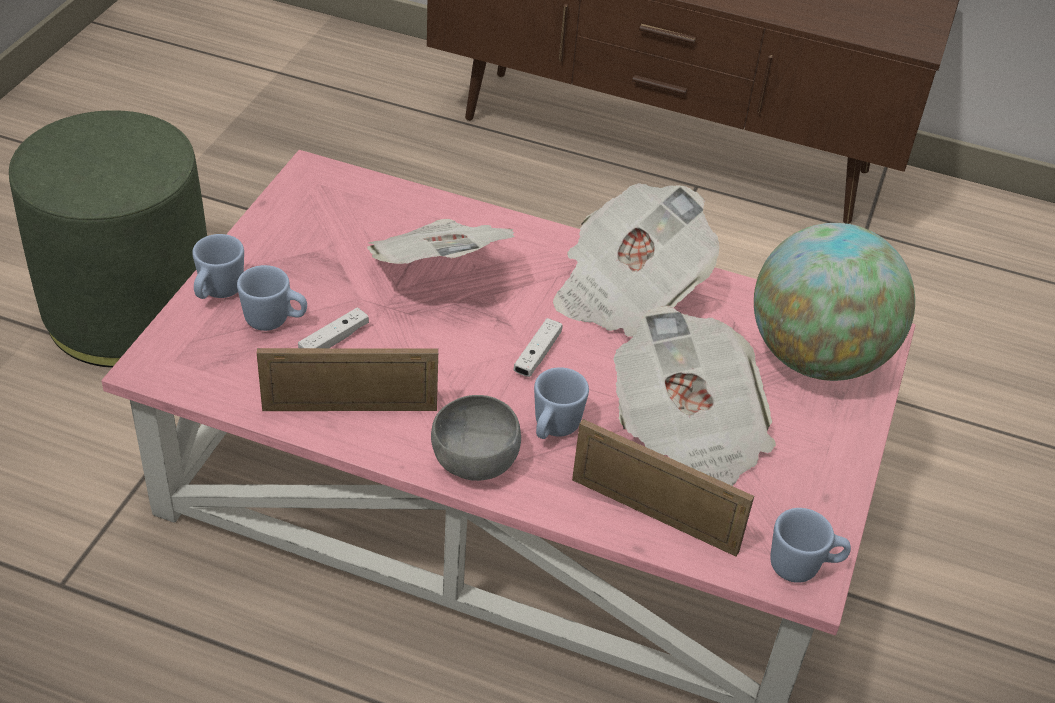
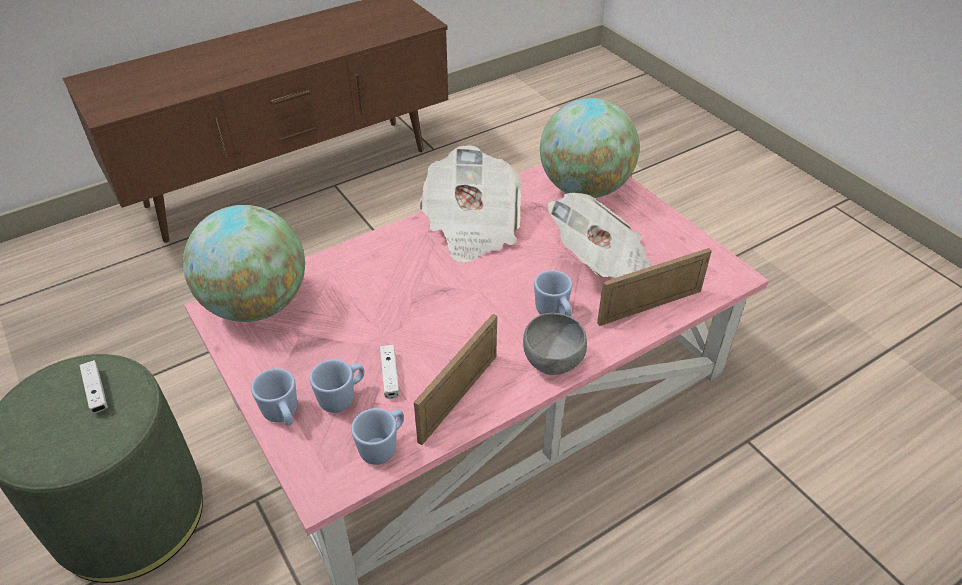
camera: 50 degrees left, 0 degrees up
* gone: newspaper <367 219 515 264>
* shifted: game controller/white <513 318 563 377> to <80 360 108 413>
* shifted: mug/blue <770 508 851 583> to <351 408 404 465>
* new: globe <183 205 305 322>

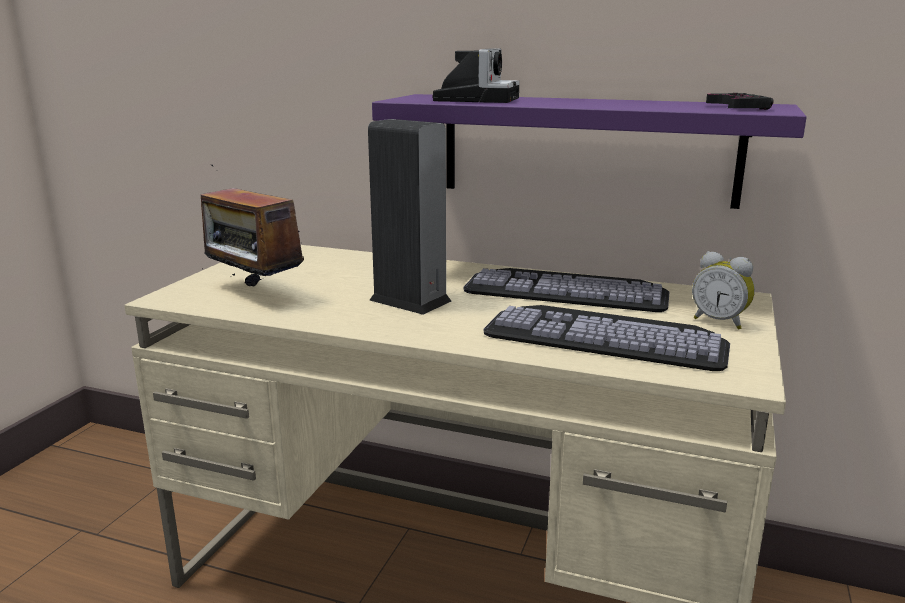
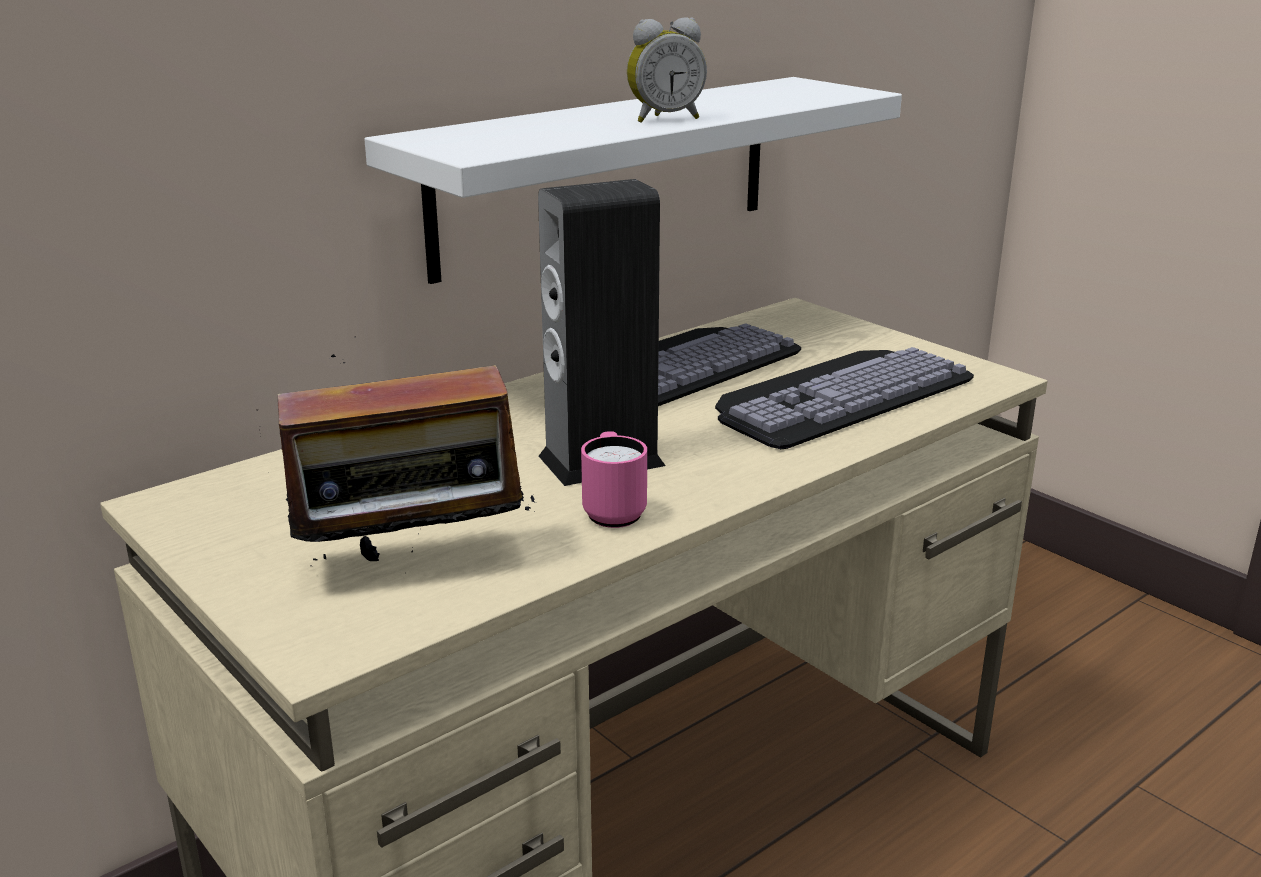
camera: 60 degrees left, 5 degrees up
* gone: photo camera <432 48 520 103>
* gone: game controller/black <706 93 774 110>
* repainted: shelf/purple <372 94 807 209> to shelf/white <364 77 902 284>
* shifted: alarm clock <692 251 755 330> to <627 18 707 123>
* new: mug/pink <581 431 647 528>

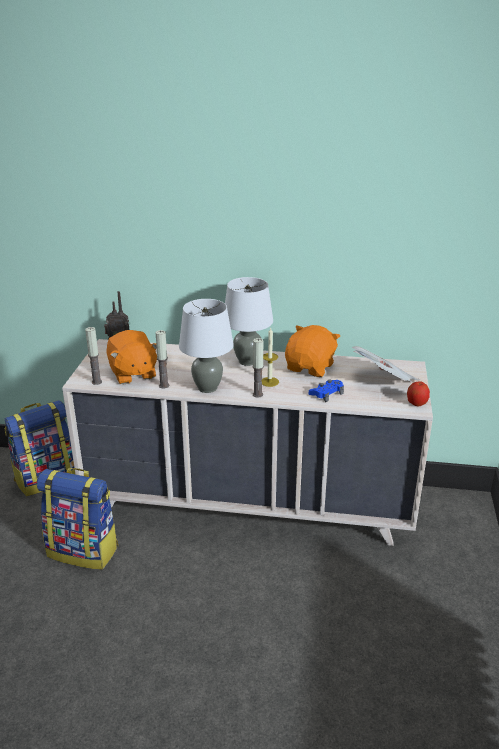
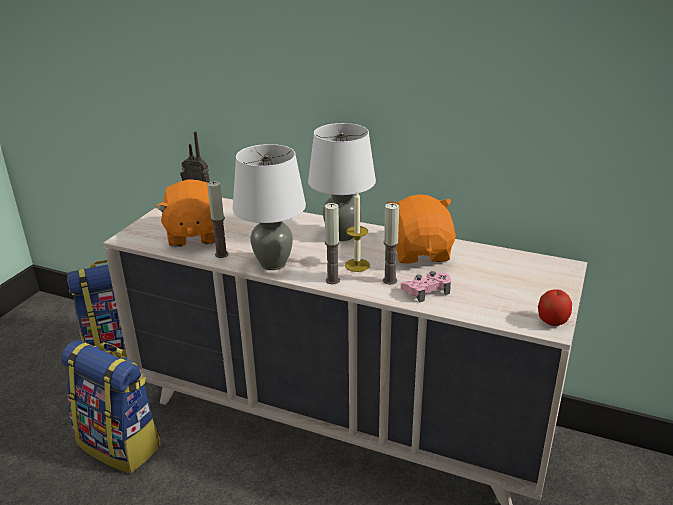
camera: 15 degrees right, 0 degrees up
* rotated: plush toy/orange <285 325 340 377> = <387 194 456 264> 45 degrees counterclockwise
* shifted: candle <85 327 102 385> to <383 203 399 285>
* gone: newspaper <352 346 420 382>
* repainted: game controller/blue <309 379 344 402> to game controller/pink <401 271 451 303>

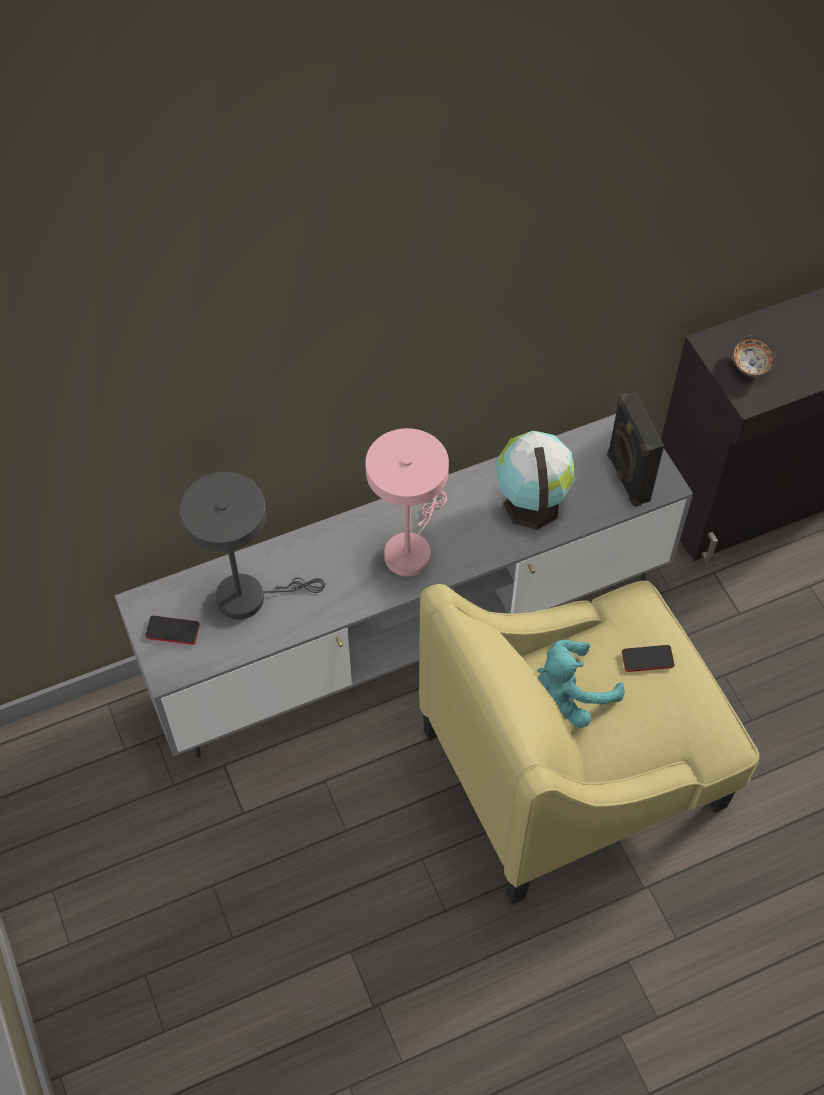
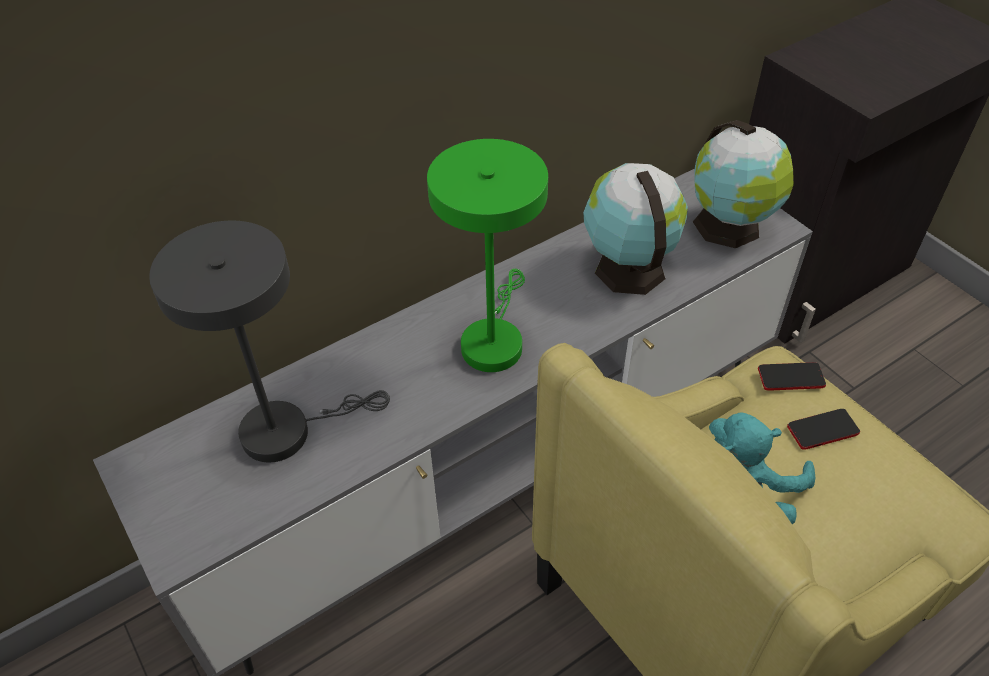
camera: 10 degrees left, 10 degrees down
* gone: bowl <732 336 776 377>
* swapped: speaker/black <607 392 664 507> to globe <693 120 794 248>
* repainted: table lamp/pink <365 428 449 577> to table lamp/green <427 139 548 372>
* shifted: phone <145 616 200 645> to <758 362 826 391>

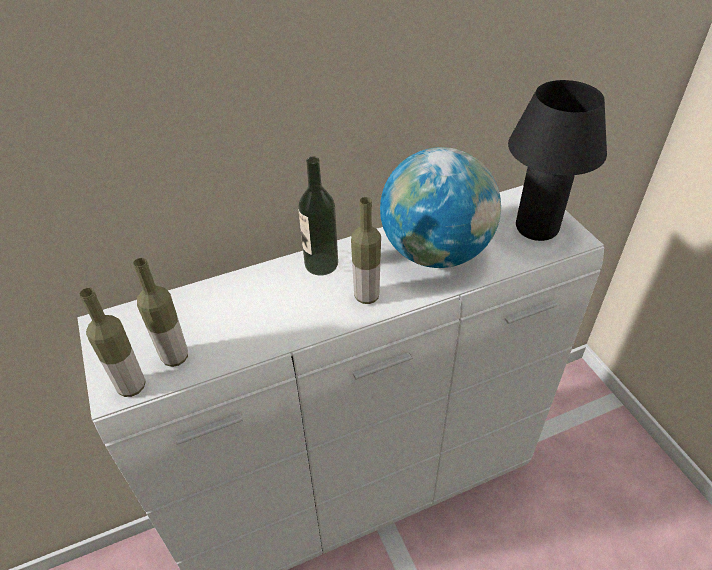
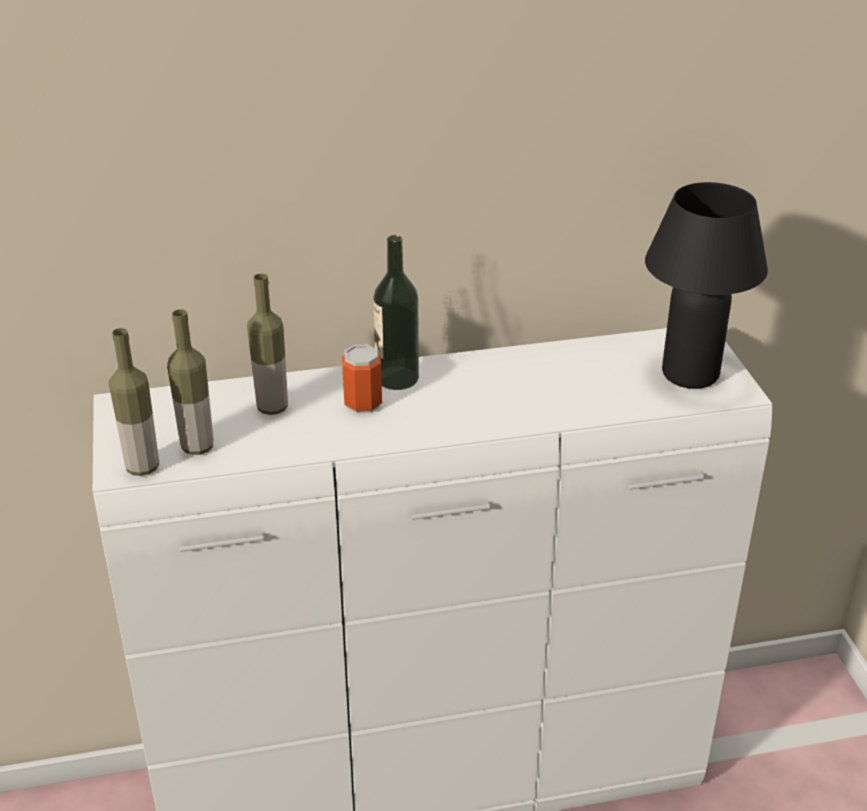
camera: 10 degrees right, 10 degrees down
* gone: globe <380 147 501 268>
* shifted: bottle <351 197 381 304> to <247 273 288 415>
* new: can <342 344 382 413>

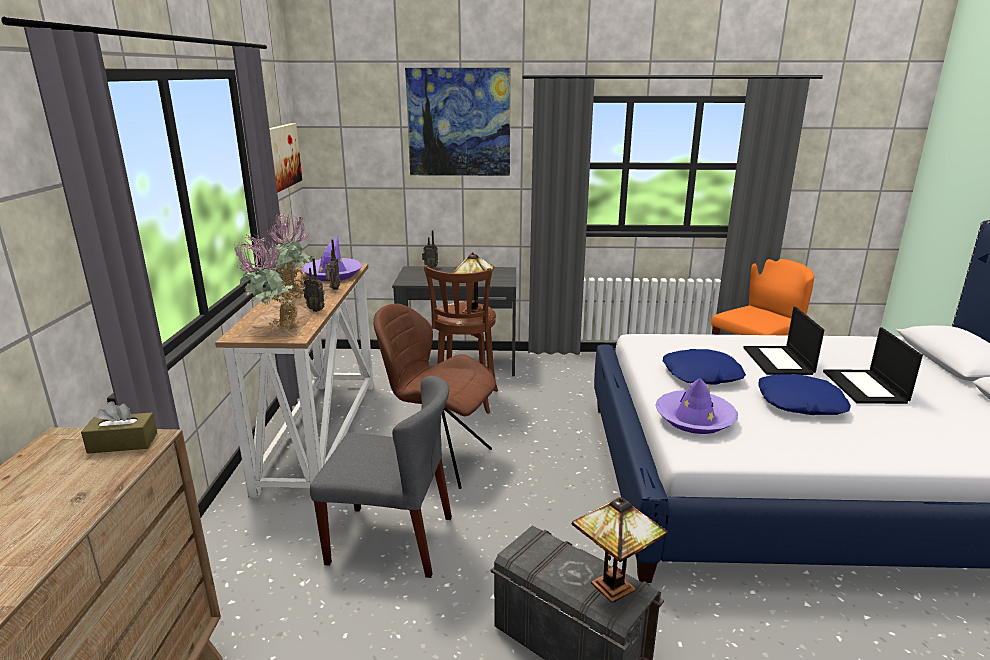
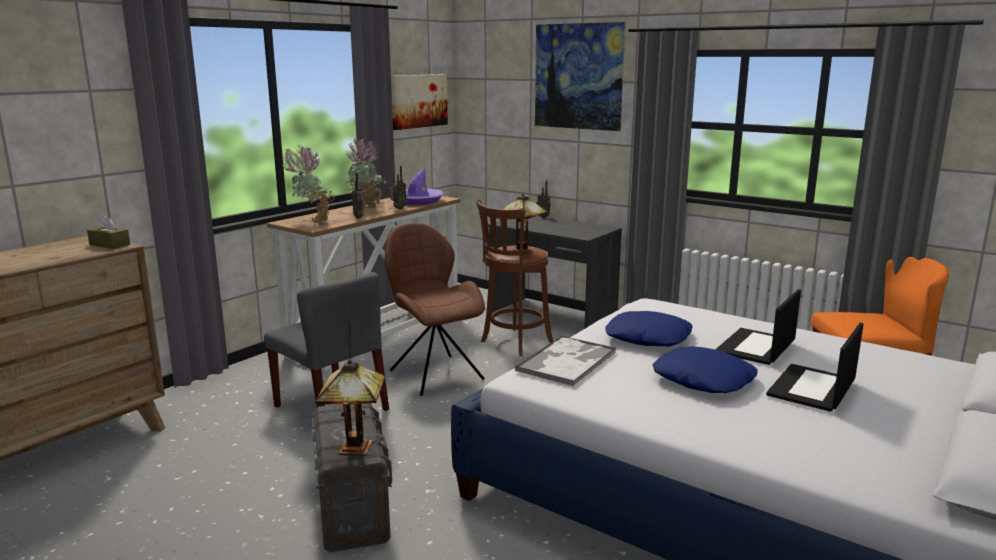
camera: 35 degrees right, 5 degrees down
* swapped: hat/purple <655 378 738 434> to tray <514 336 617 386>

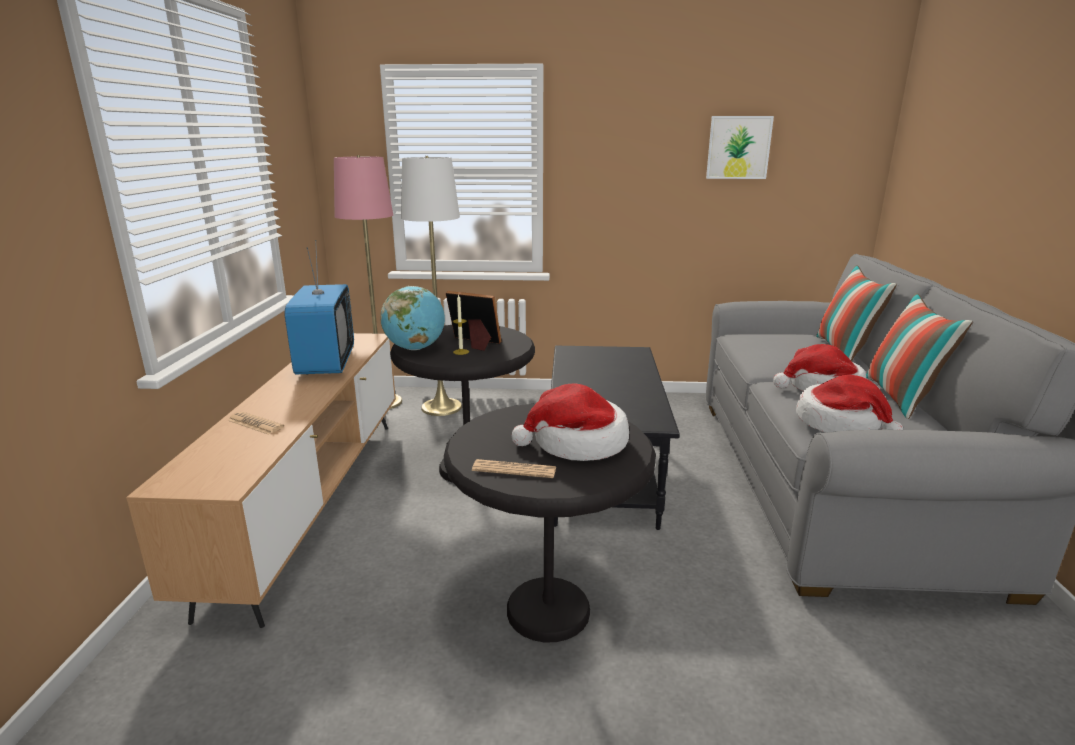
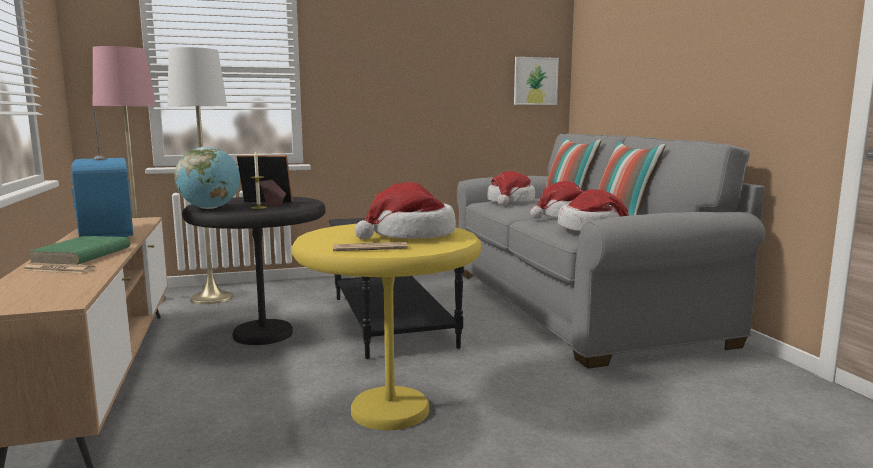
camera: 20 degrees left, 10 degrees down
* shifted: picture <706 116 774 179> to <514 57 559 105>
* repainted: side table/black <444 403 656 642> to side table/yellow <292 224 482 430>
* new: hat <488 171 535 206>
* new: book/green <28 236 130 265>

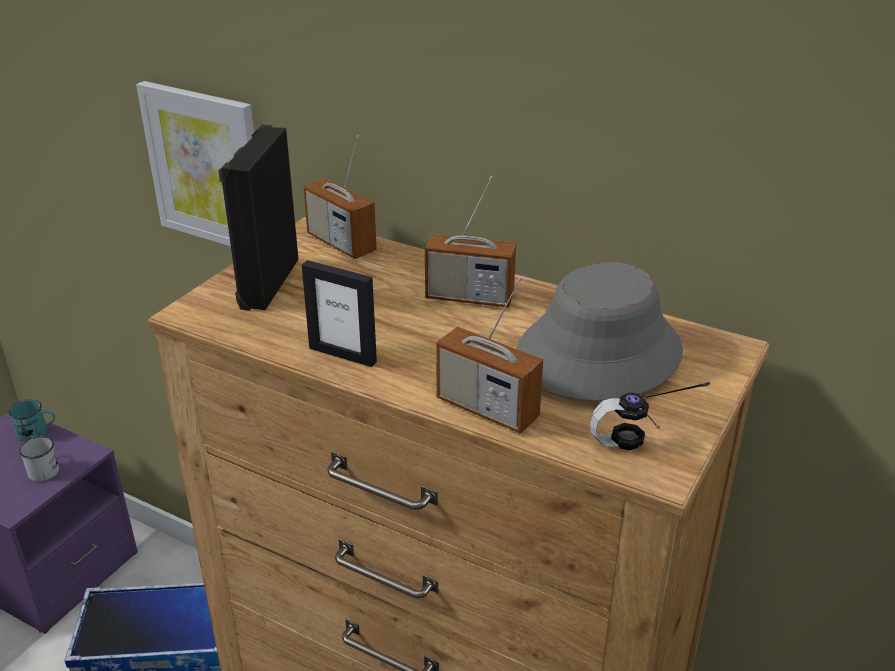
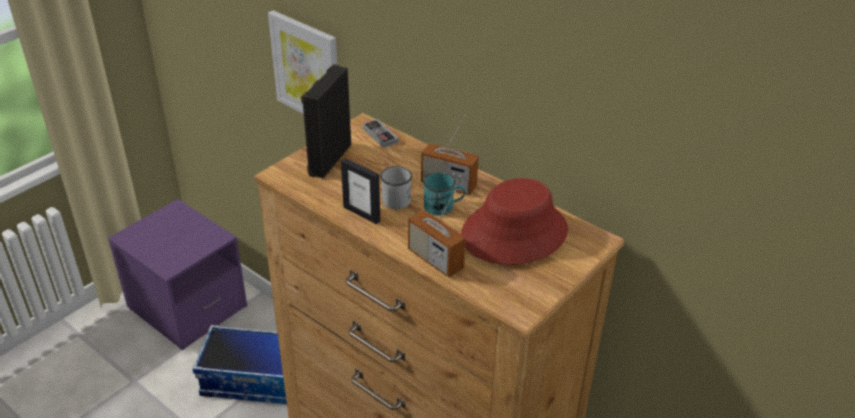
camera: 10 degrees right, 5 degrees up
* swapped: radio <303 135 377 259> to game controller <363 119 399 148>
* repainted: hat/grey <516 262 683 401> to hat/red <461 178 568 265>
* gone: headphones <590 382 710 450>
* shifted: mug/turquoise <8 399 55 441> to <423 172 466 215>
* shifted: mug/white <19 437 59 482> to <380 166 412 209>

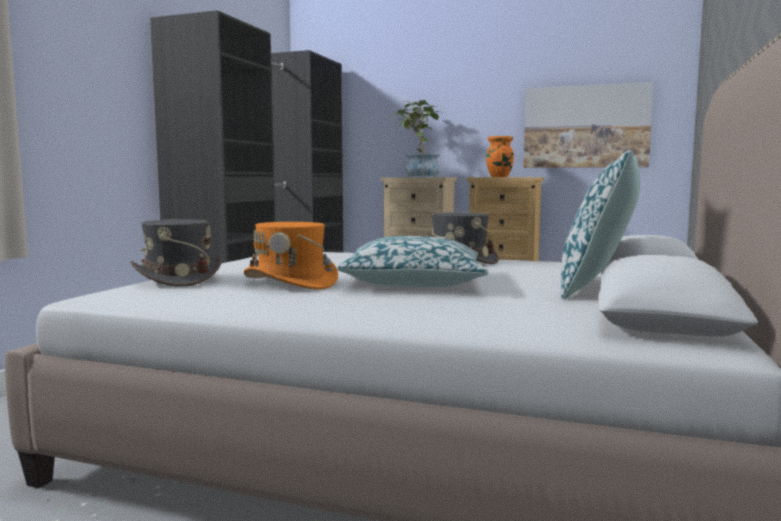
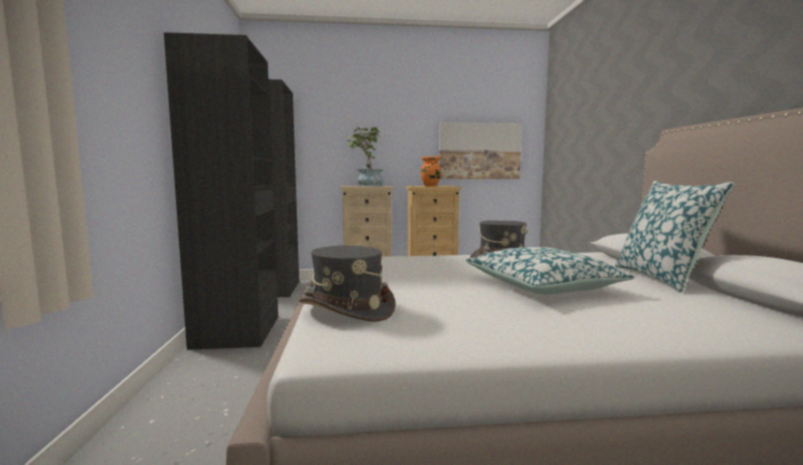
camera: 25 degrees left, 0 degrees up
* gone: hat/orange <244 222 338 290>

